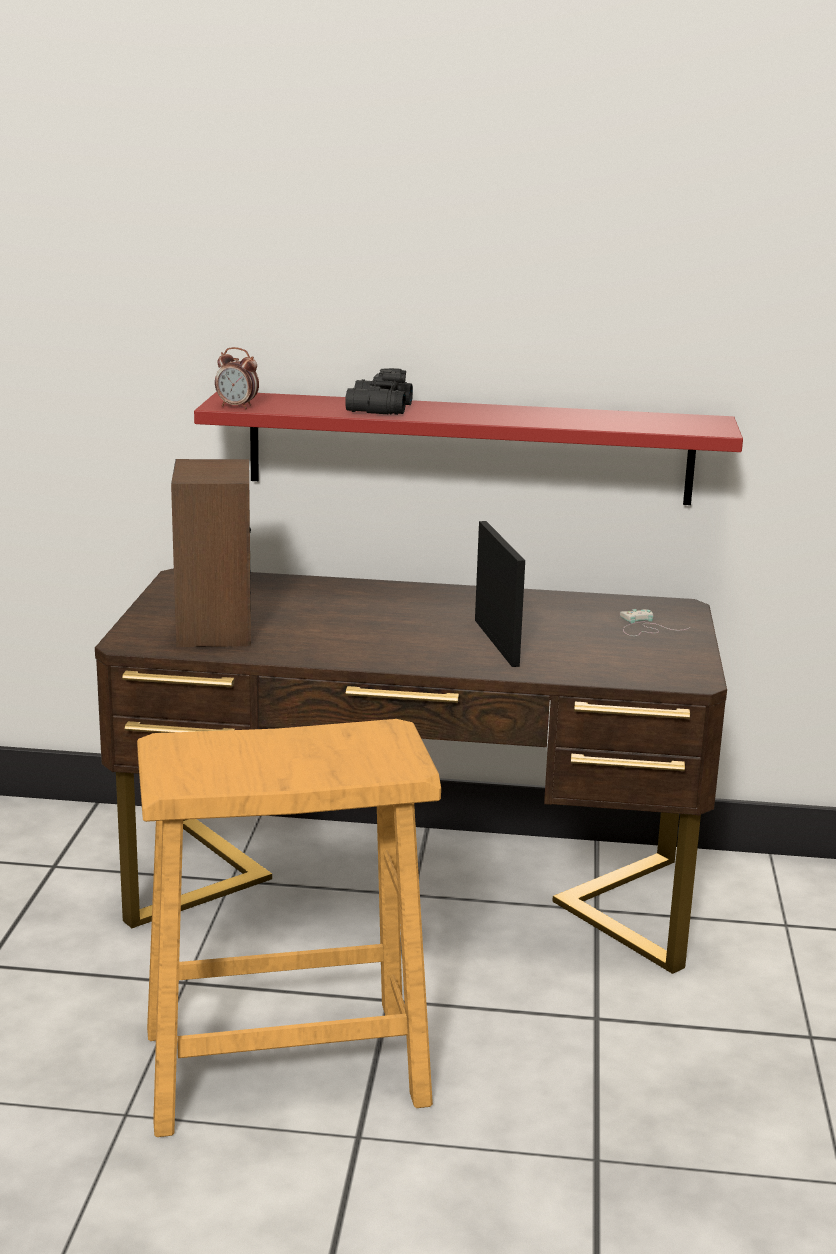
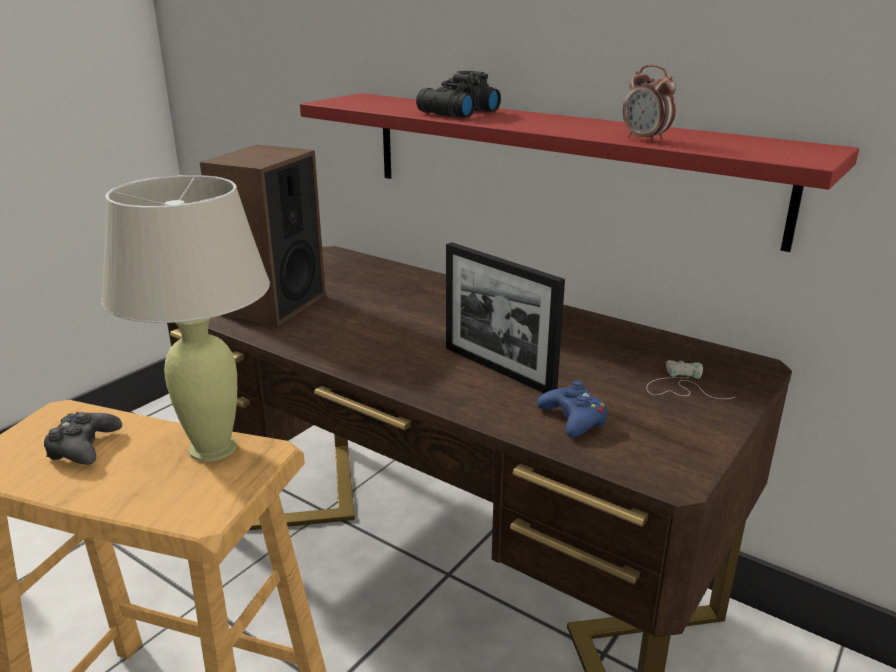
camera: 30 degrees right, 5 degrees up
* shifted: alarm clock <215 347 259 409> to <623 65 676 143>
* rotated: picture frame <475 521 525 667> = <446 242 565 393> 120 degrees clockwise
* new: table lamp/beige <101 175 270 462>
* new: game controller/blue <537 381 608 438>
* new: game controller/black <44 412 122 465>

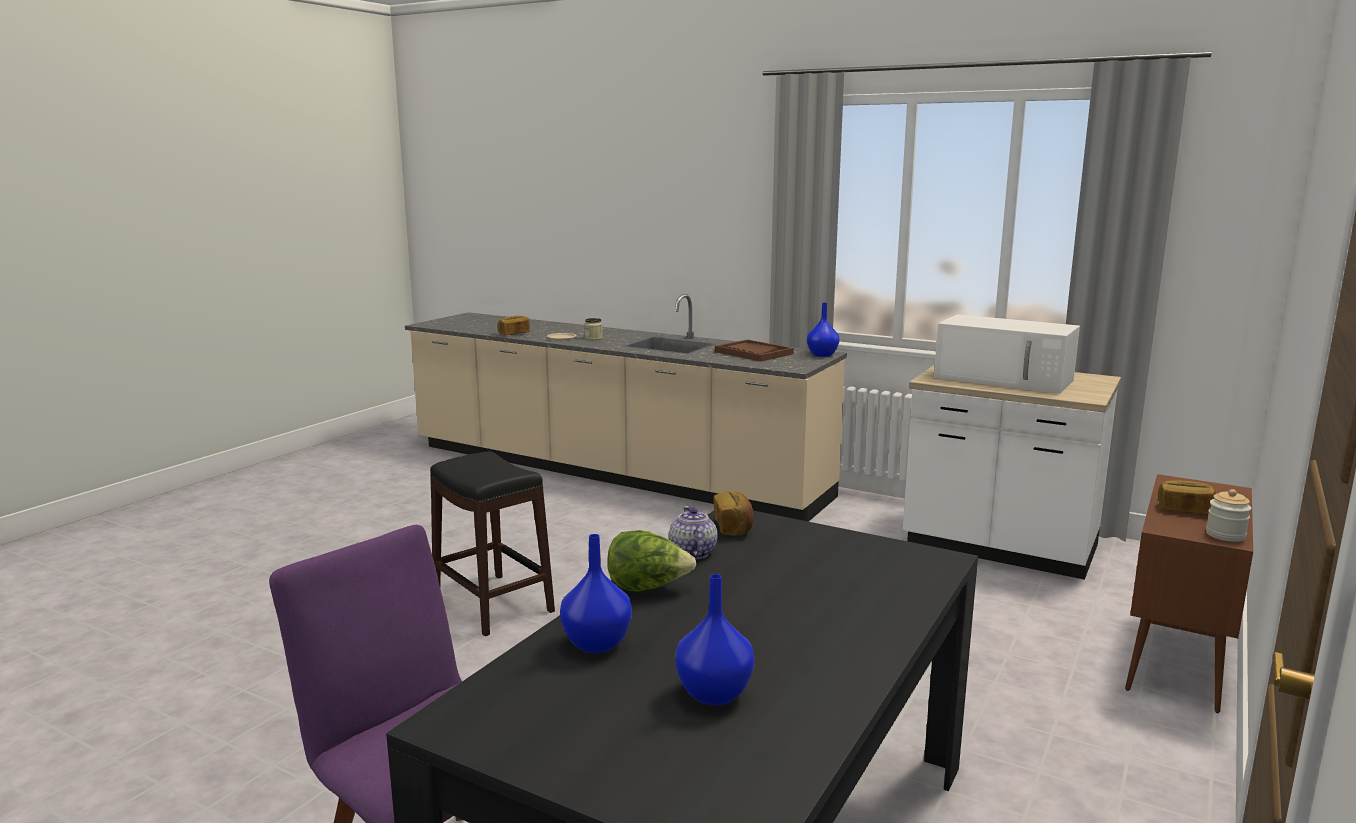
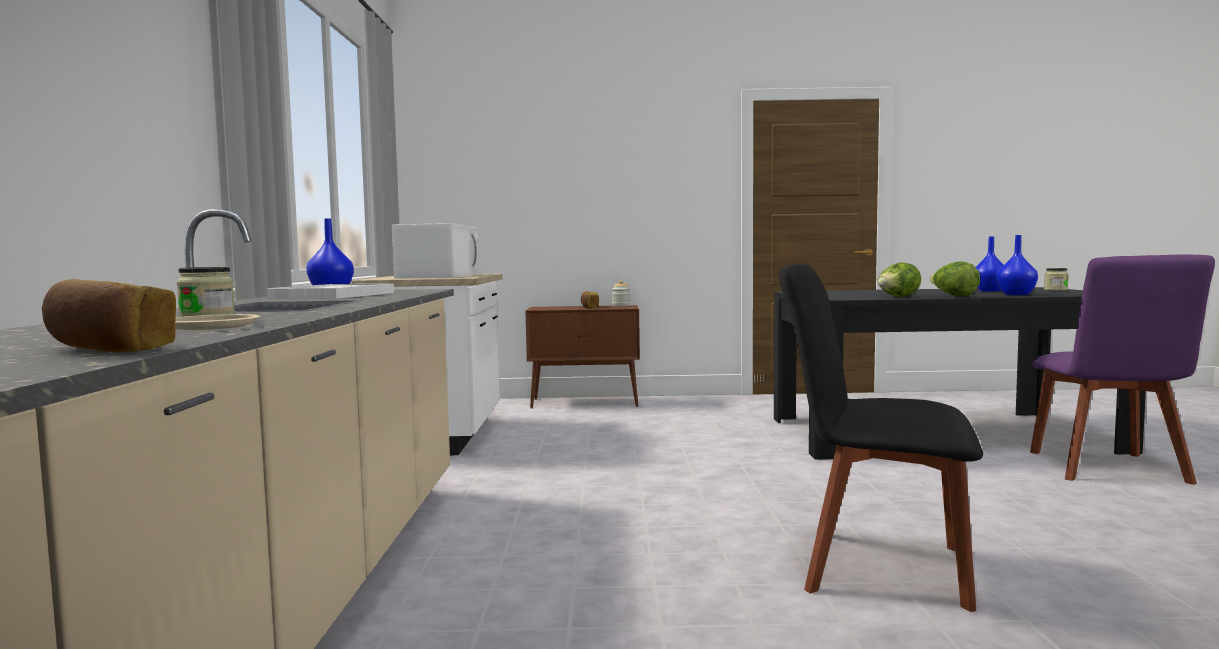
camera: 120 degrees left, 10 degrees down
* repainted: tray/brown <715 339 794 361> to tray/white <267 284 394 299>
* swapped: stool/black <430 452 555 636> to chair/black <778 264 983 612>
* gone: bread <714 491 754 536>
* swapped: teapot <669 506 718 560> to lettuce <878 262 921 297>
* new: jar <1044 268 1069 291>

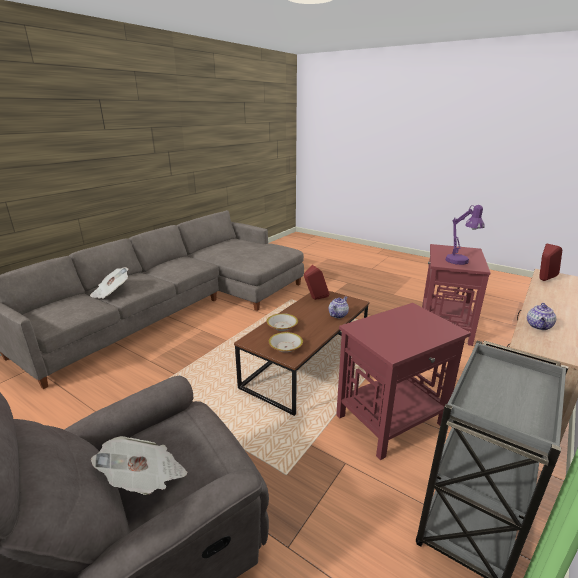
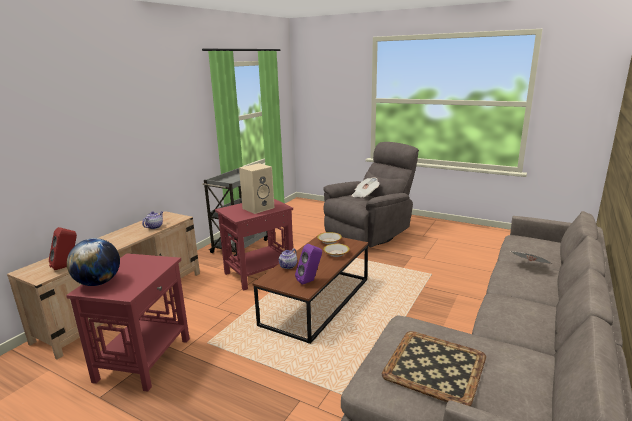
camera: 175 degrees right, 5 degrees down
* gone: table lamp/purple <445 205 485 265>
* repainted: speaker/red <304 265 329 300> to speaker/purple <295 244 322 285>
* new: speaker/beige <239 163 274 214>
* new: globe <67 238 120 286>
* new: tray <382 331 486 406>

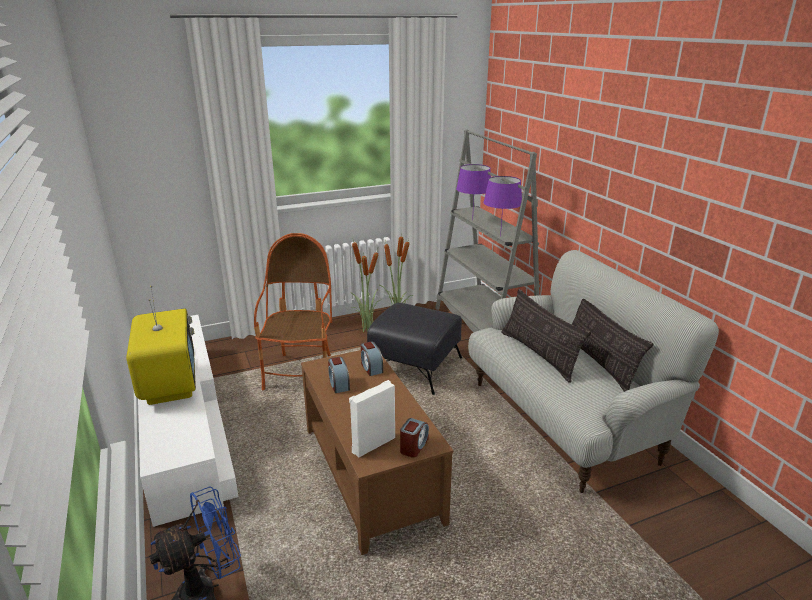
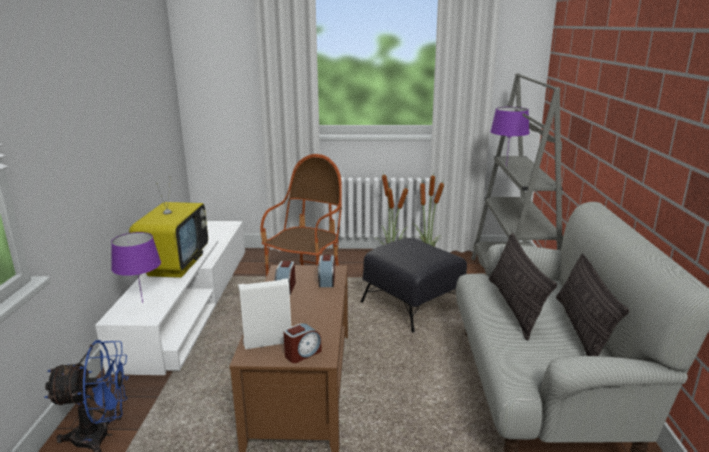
camera: 25 degrees right, 5 degrees down
* shifted: table lamp/purple <484 176 522 236> to <111 232 161 303>

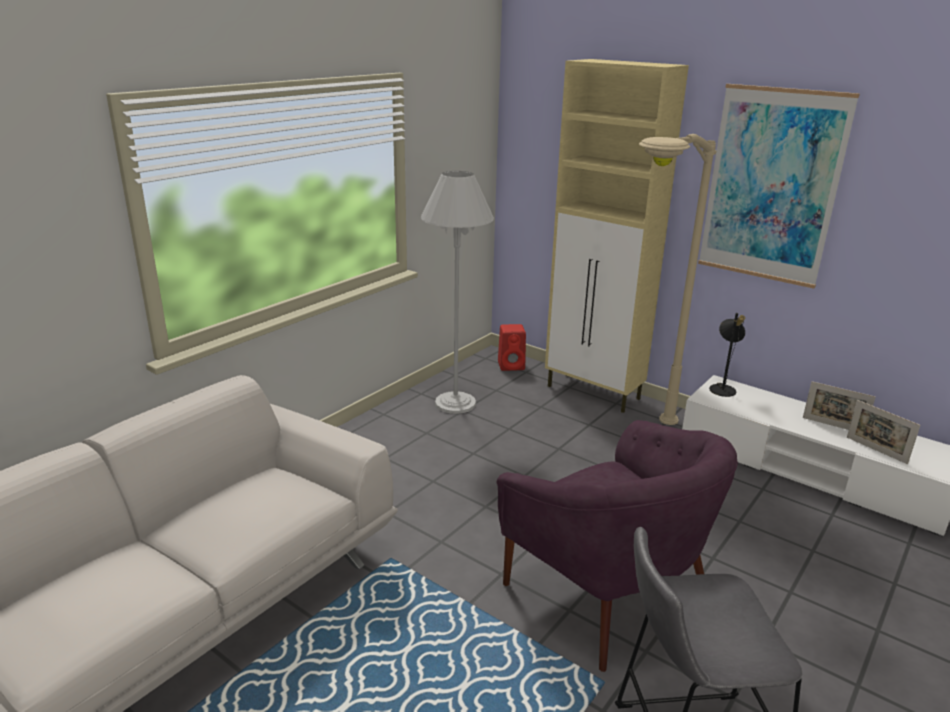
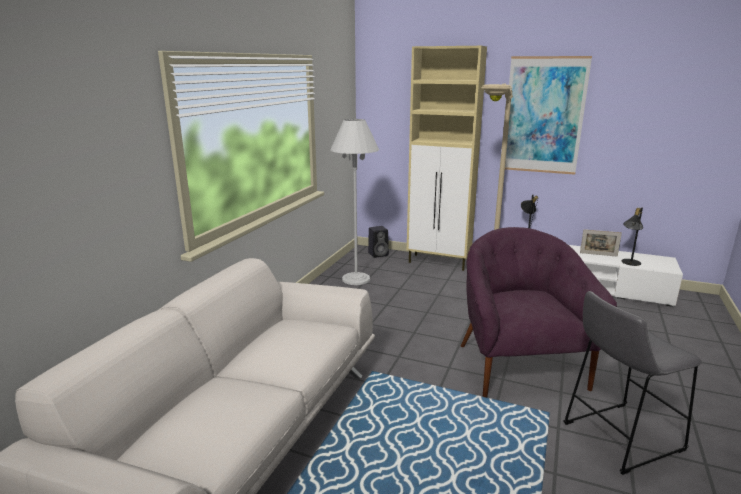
camera: 15 degrees left, 5 degrees down
* repainted: speaker/red <498 324 526 371> to speaker/black <368 226 389 258>
* swapped: picture frame <847 400 920 464> to table lamp/black <621 207 643 266>
* rotated: armchair/purple <496 420 738 672> = <461 227 617 397> 135 degrees counterclockwise

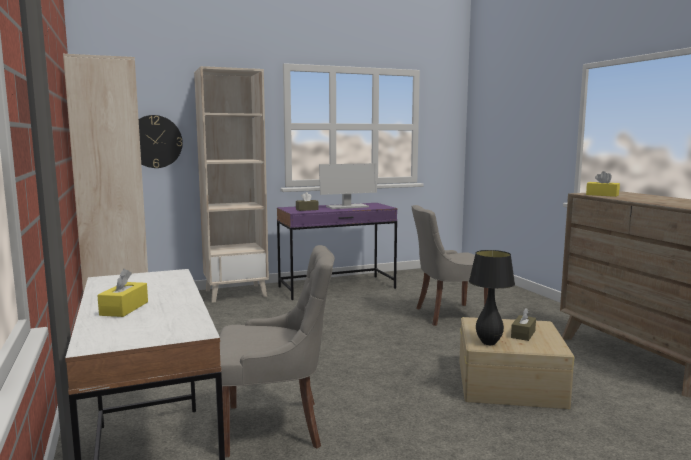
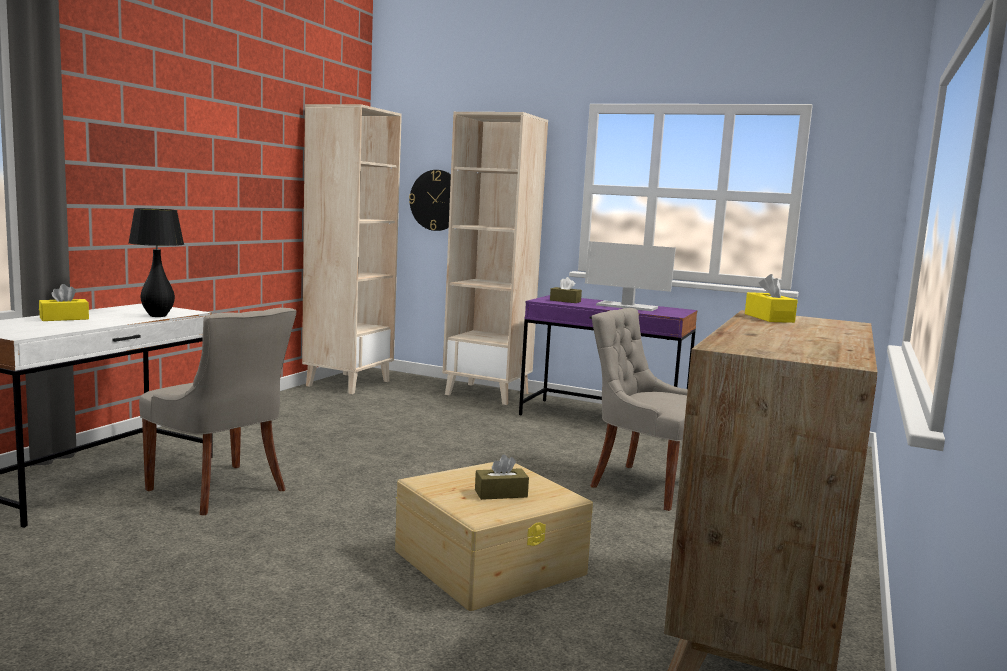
camera: 45 degrees right, 0 degrees up
* shifted: table lamp/black <469 250 515 345> to <128 208 184 317>

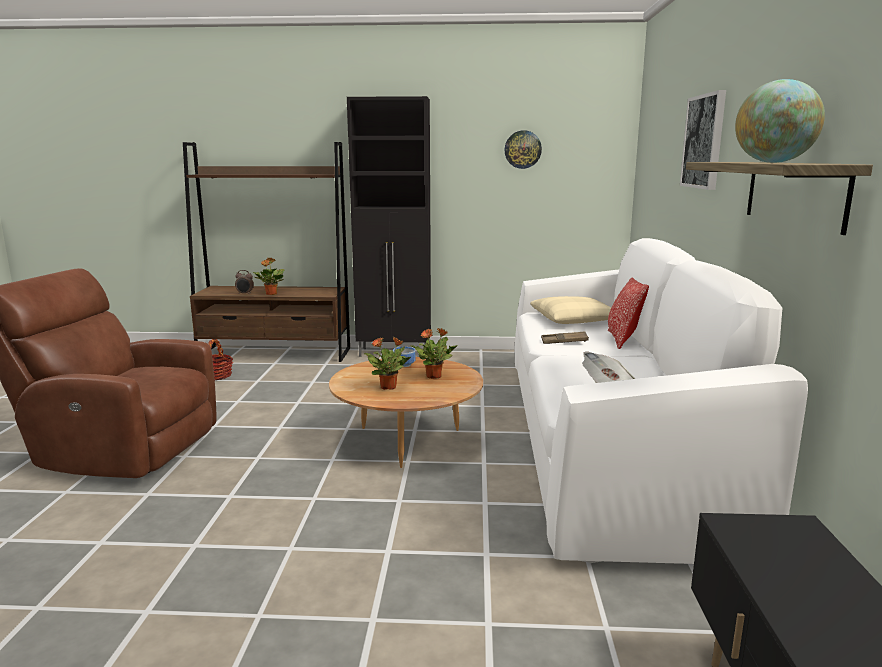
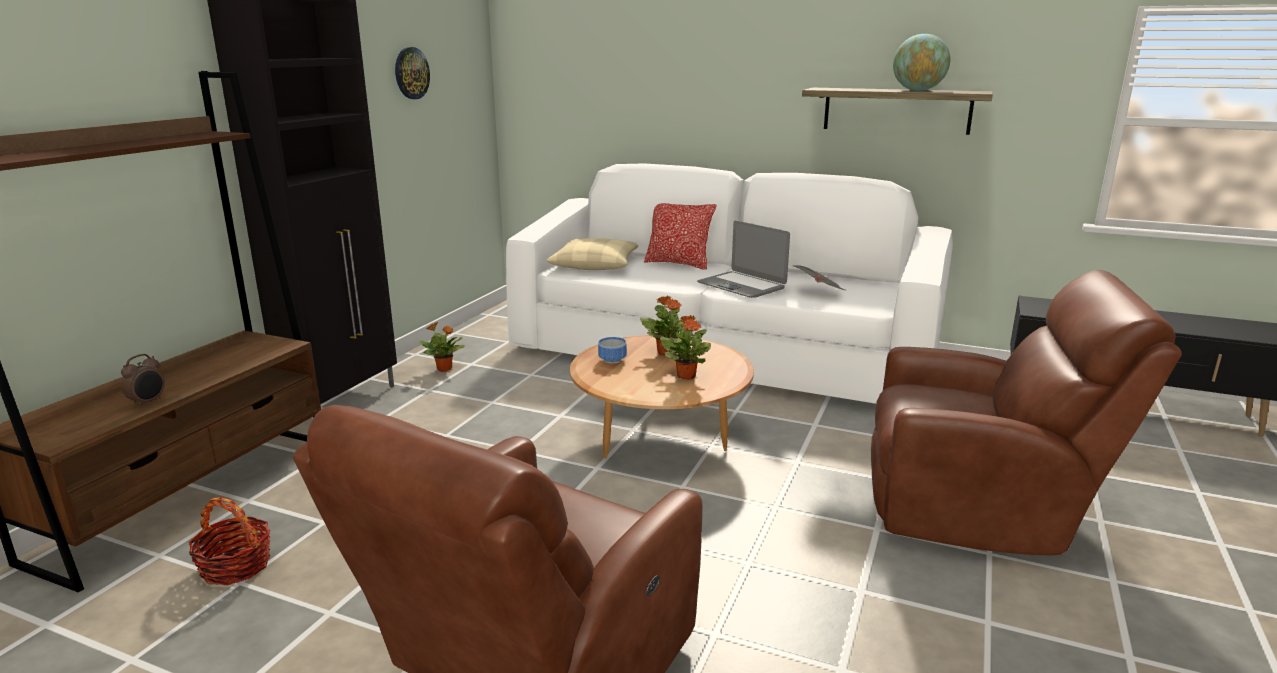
camera: 70 degrees left, 5 degrees up
* gone: picture <680 90 726 190>
* shifted: potted plant <253 258 284 295> to <419 322 465 372>
* gone: tray/brown <541 332 589 344>
* new: laptop <697 221 790 298>
* new: armchair/brown <871 270 1182 555>

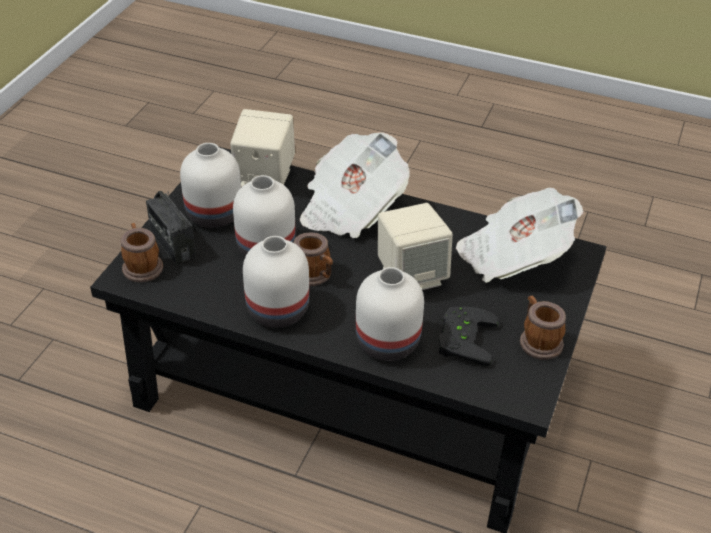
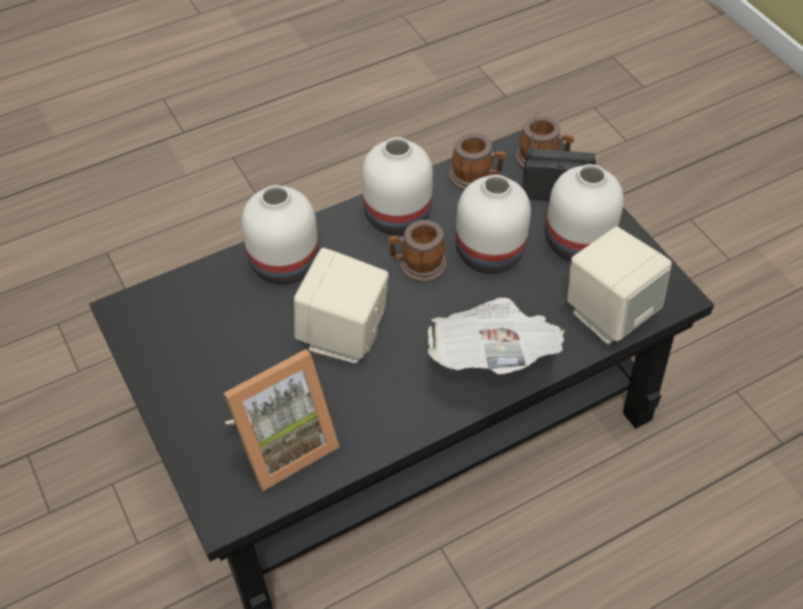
camera: 130 degrees right, 10 degrees up
* swapped: newspaper <456 188 584 283> to picture frame <223 349 339 491>
* shifted: mug <520 296 566 360> to <449 133 506 191>
* gone: game controller/black <439 307 499 366>

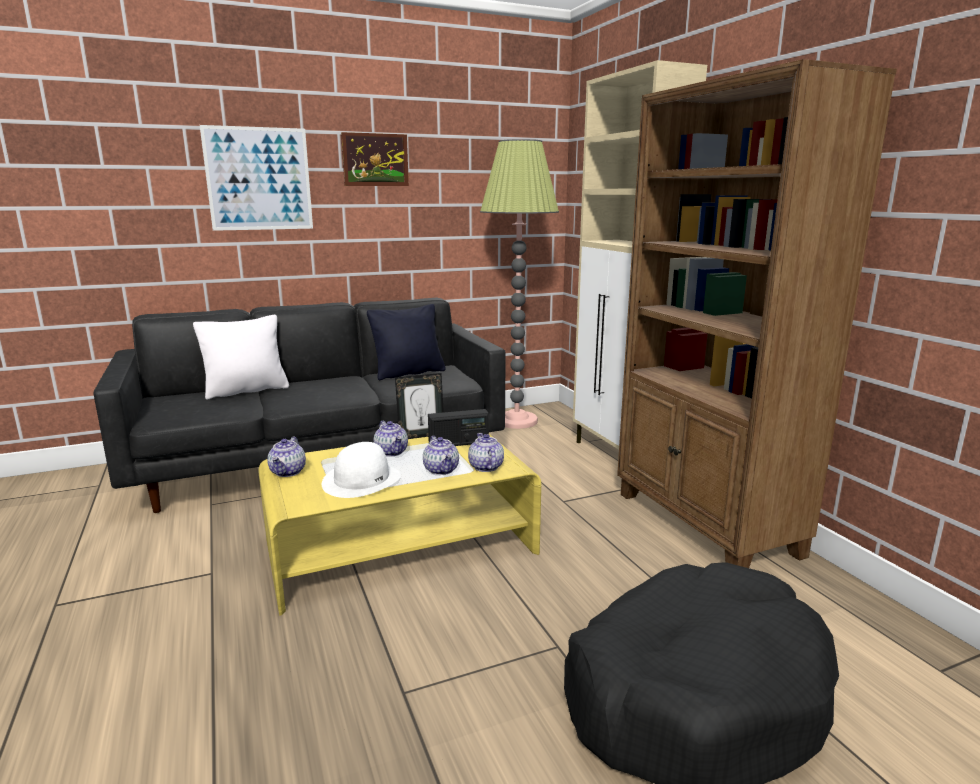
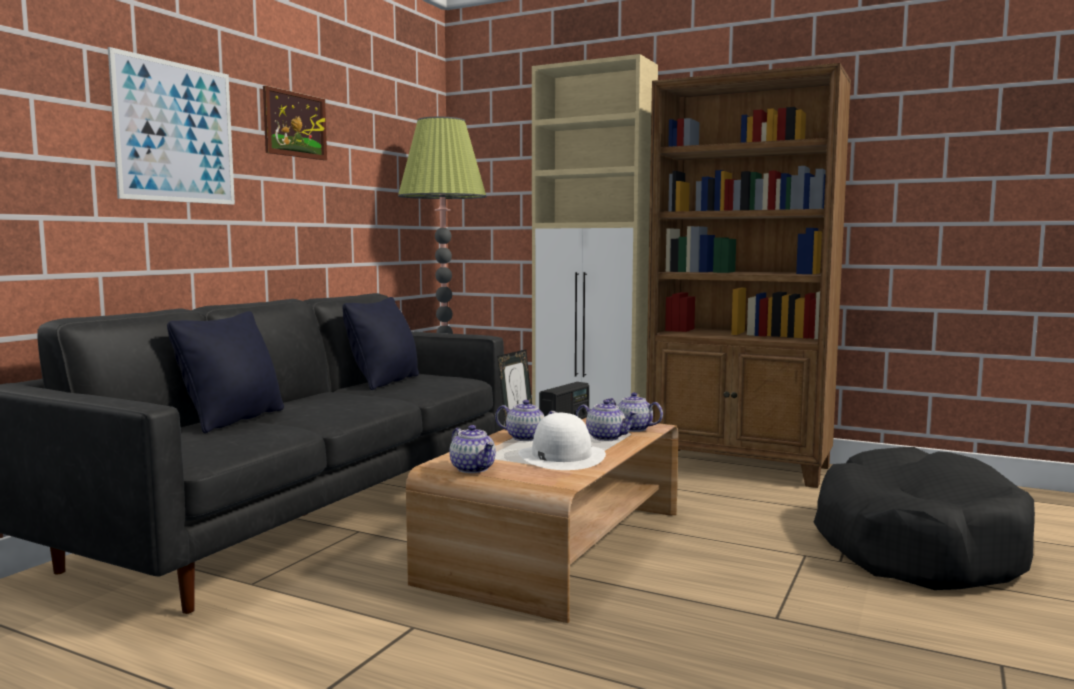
camera: 40 degrees left, 10 degrees down
* repainted: pillow/white <193 315 289 400> to pillow/black <167 311 284 433>
* repainted: coffee table/yellow <258 434 541 616> to coffee table/brown <406 418 678 623>

